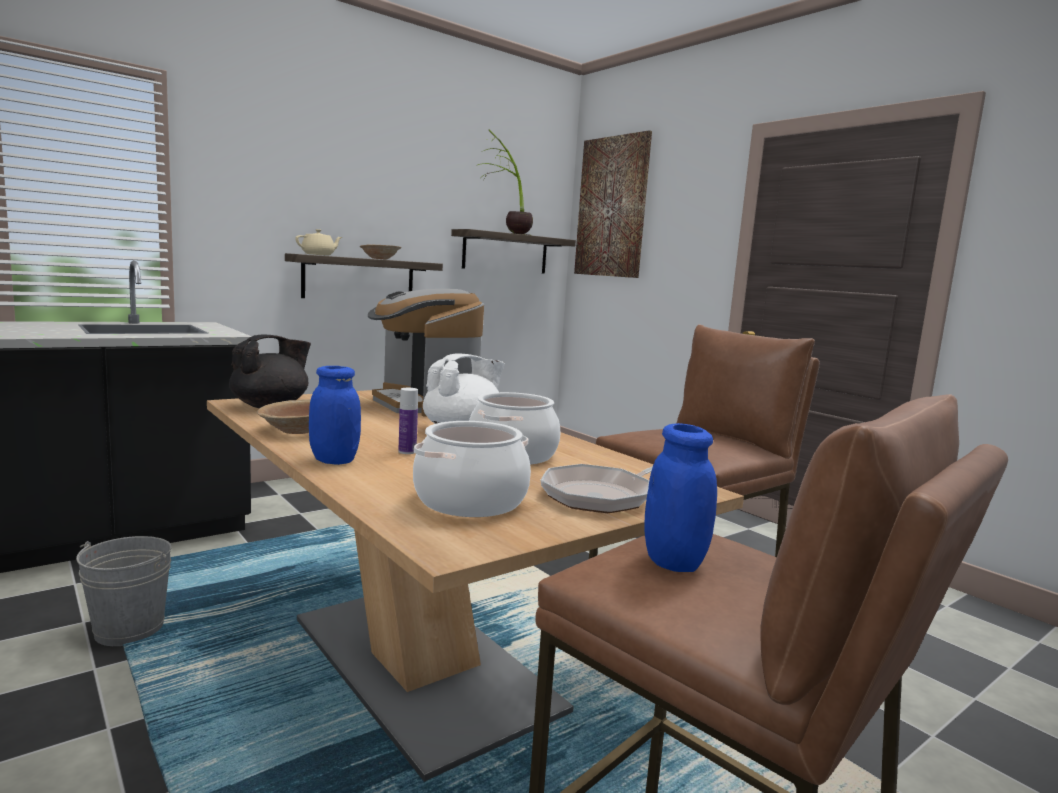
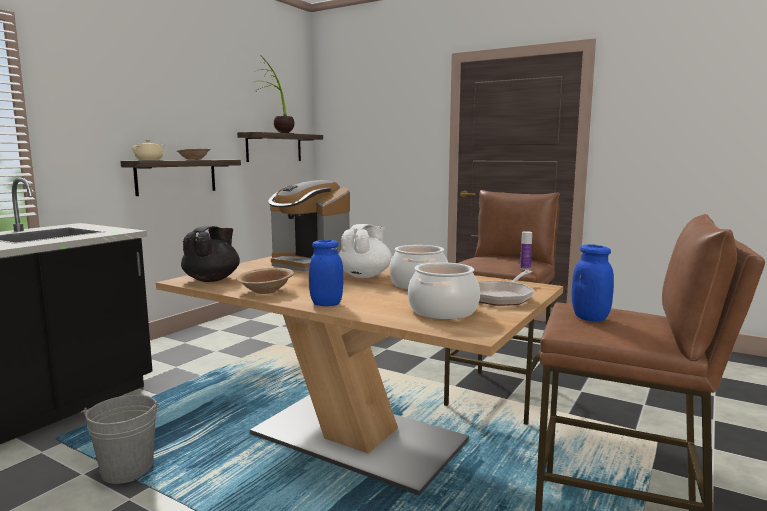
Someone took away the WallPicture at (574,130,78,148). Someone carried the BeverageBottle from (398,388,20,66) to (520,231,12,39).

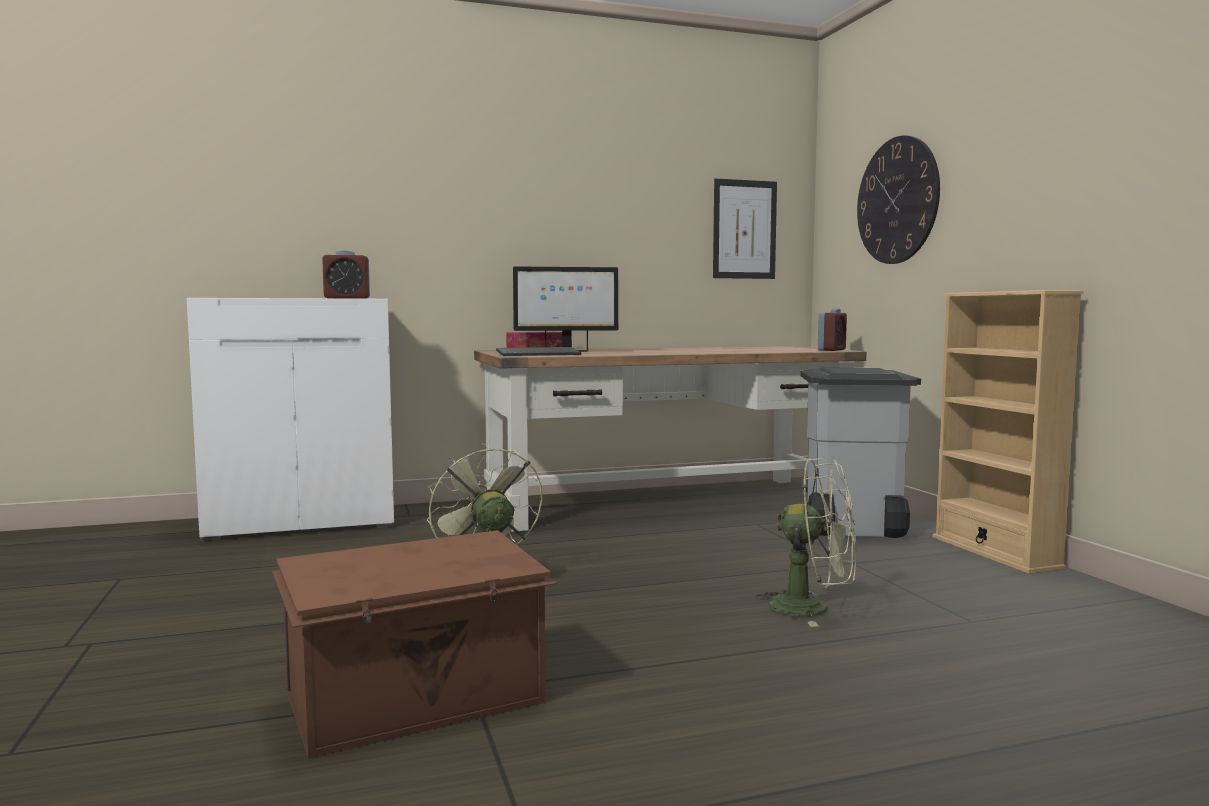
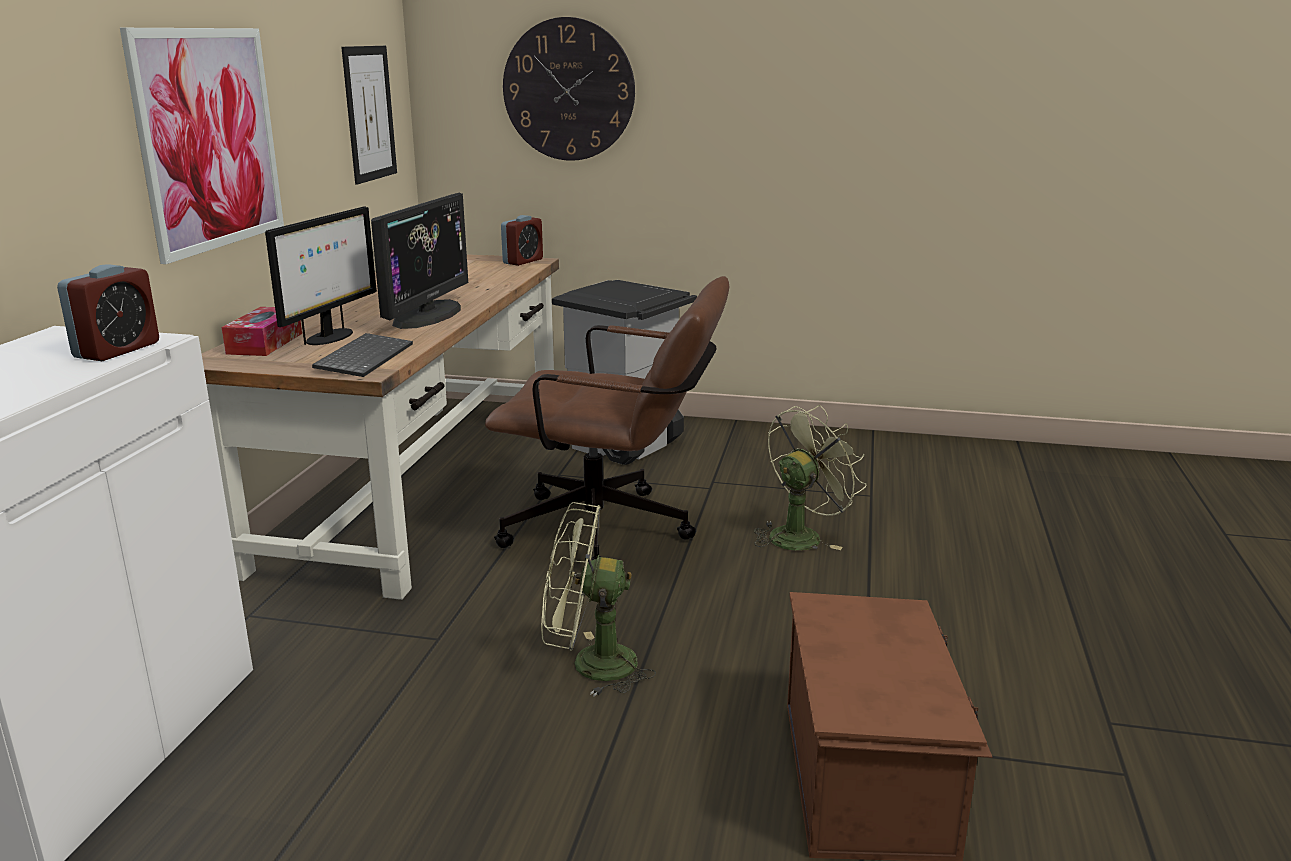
Someone took away the SandColouredBookshelf at (933,290,150,284). Someone put up the WallPicture at (120,28,164,236). Someone put down the ComputerScreen at (371,193,97,136). Someone put down the BrownishDeskChair at (485,276,244,284). Someone rotated the AlarmClock at (818,309,29,42) by 60 degrees clockwise.

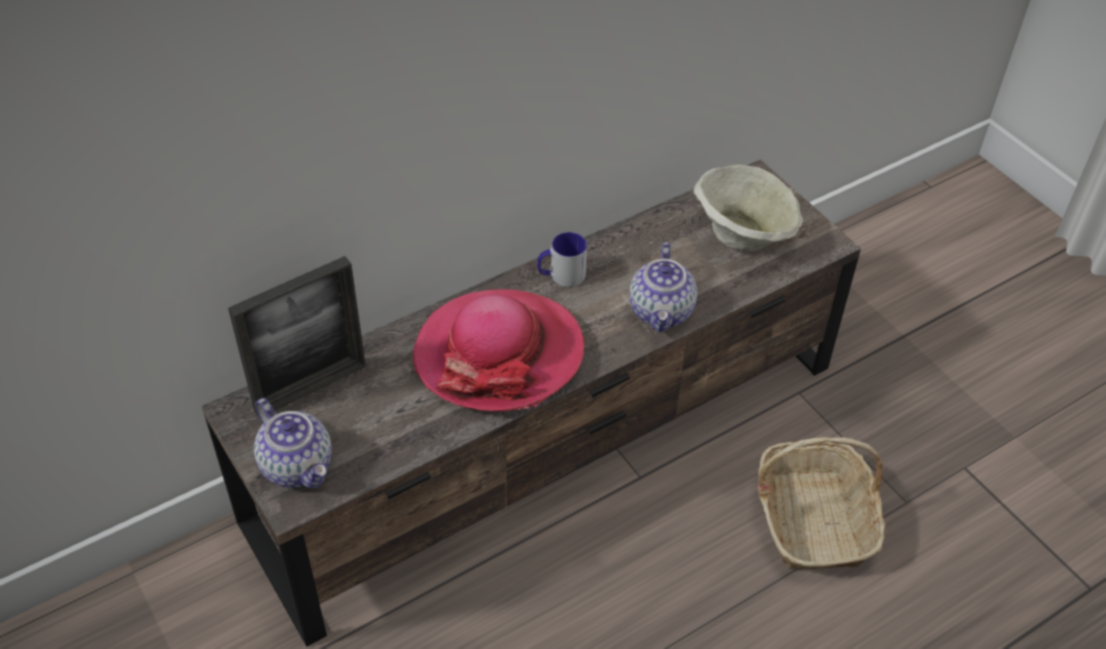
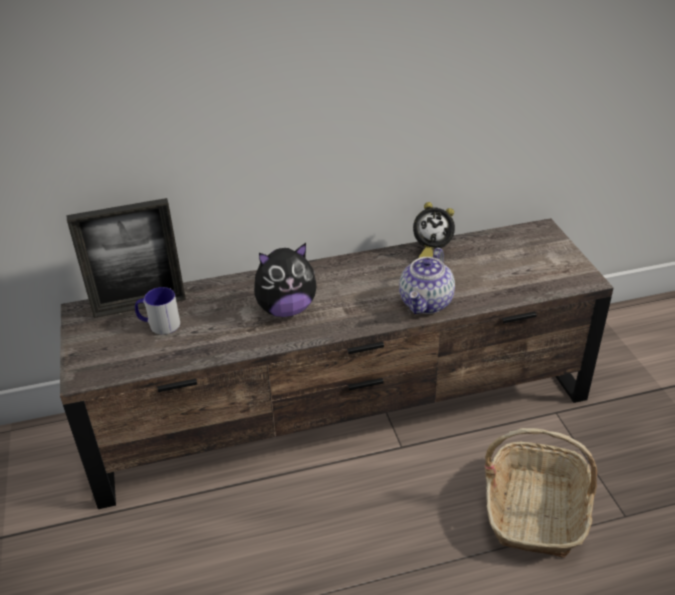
Someone took away the Teapot at (254,398,78,90). Someone took away the SandColouredBowl at (693,165,110,86). Someone put down the AlarmClock at (413,202,42,56). Someone carried the CoffeeMug from (537,232,50,55) to (135,287,45,48). Someone swapped the Hat at (413,289,172,123) for the CuddlyToy at (254,243,63,74).

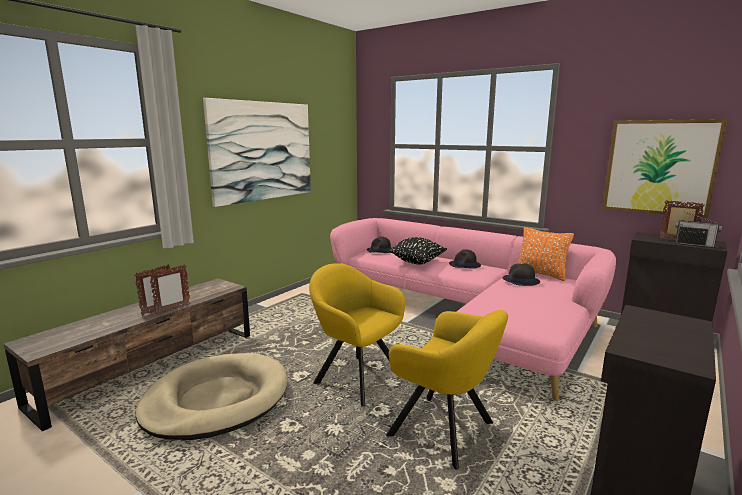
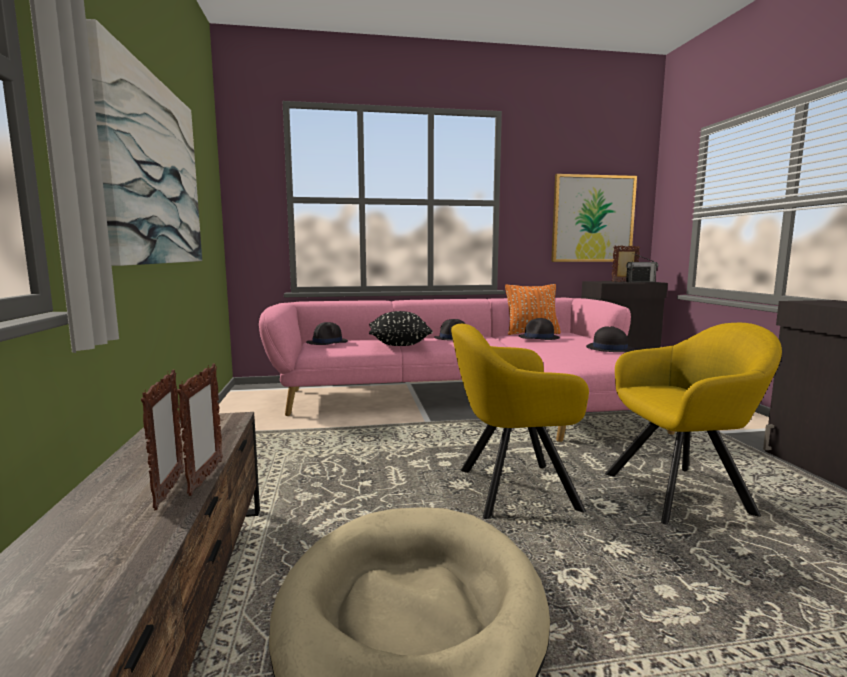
Someone put down the BlackHat at (586,326,49,26).

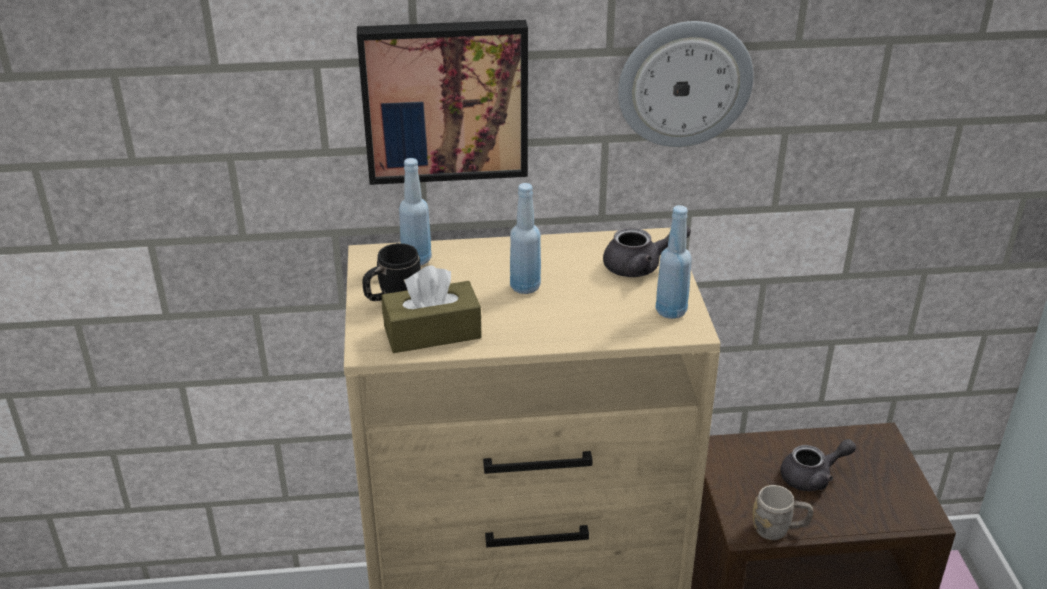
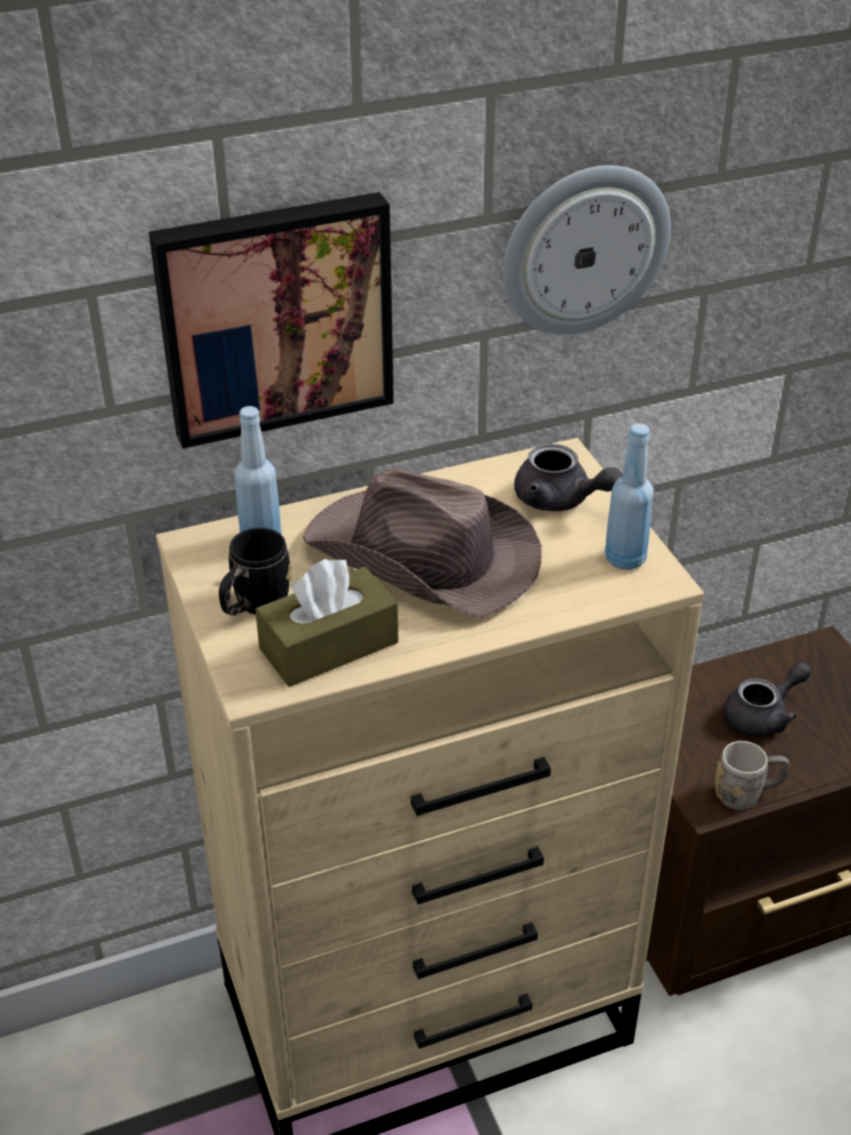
Someone swapped the BluishBeverageBottle at (510,183,31,111) for the BrownishHat at (303,468,239,150). Someone rotated the GrayTeapot at (603,226,88,51) by 60 degrees clockwise.

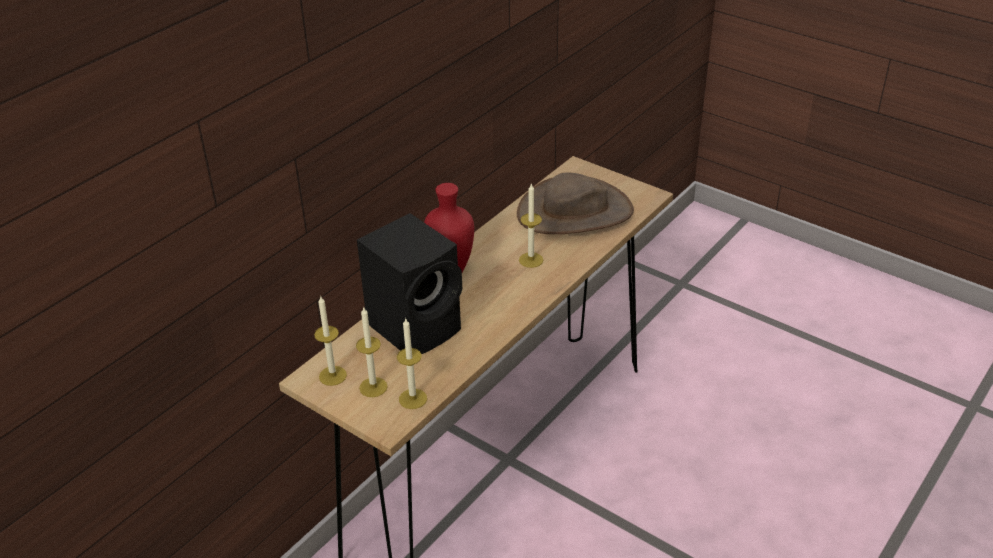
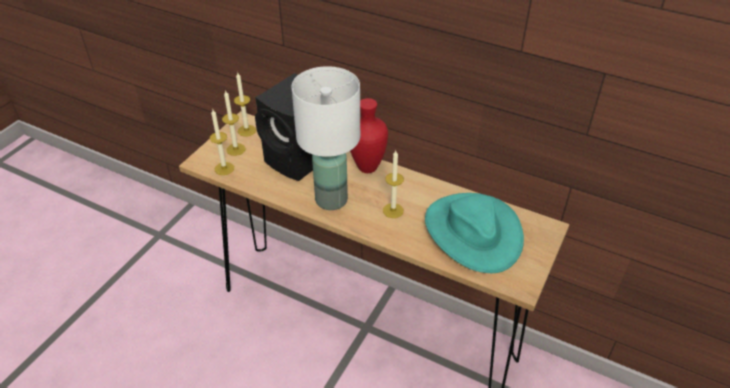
Someone put down the WhitishTabletopLamp at (291,66,69,144). Someone repainted the BrownishHat at (517,173,117,61), which became the BlueGreenHat at (425,193,99,80).

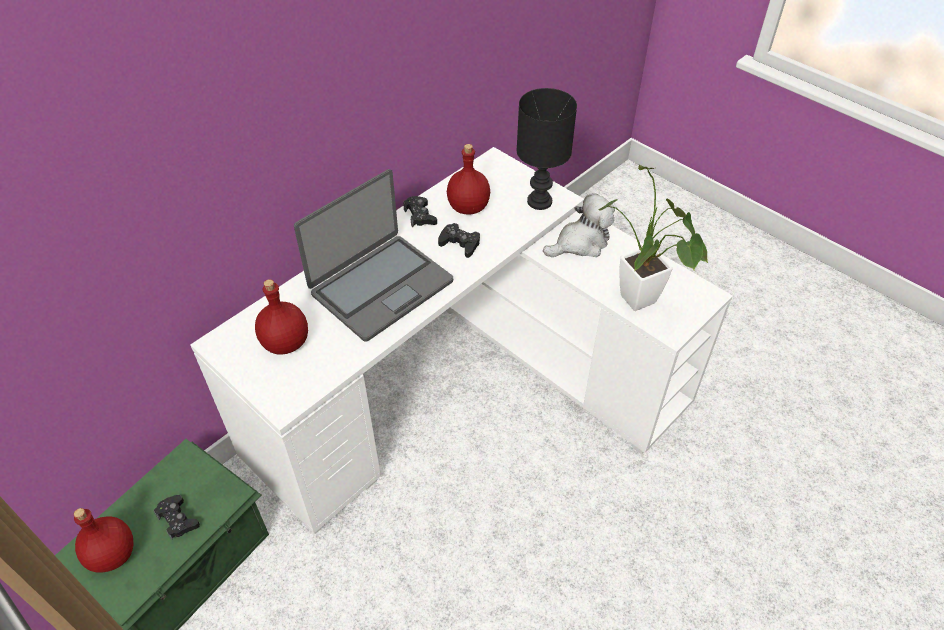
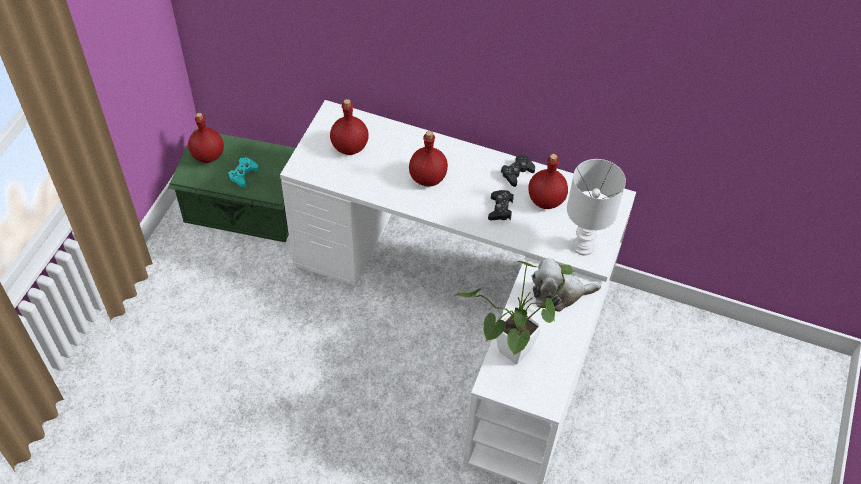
Someone swapped the NotebookComputer at (294,169,159,173) for the RedBeverageBottle at (409,131,39,56). Someone repainted the BlackGameController at (154,495,46,45), which became the BlueGreenGameController at (228,158,31,29). Someone repainted the BlackTabletopLamp at (516,88,61,122), which became the WhitishTabletopLamp at (567,159,59,97). Someone rotated the CuddlyToy at (543,193,72,64) by 135 degrees clockwise.

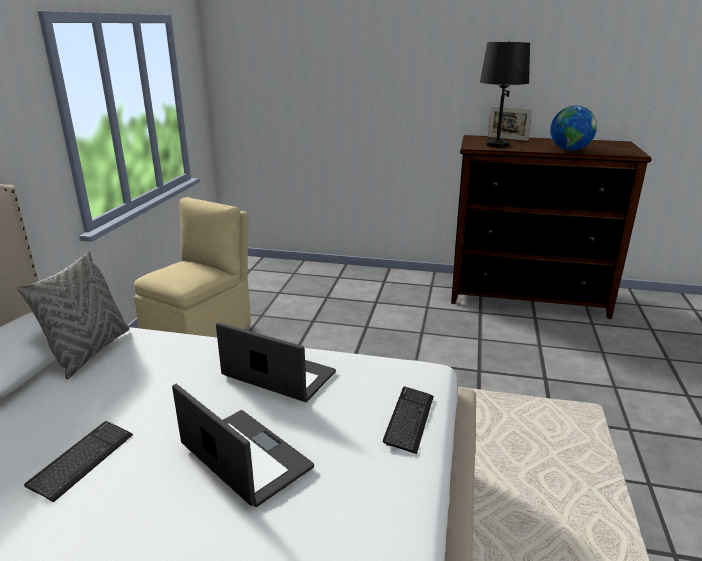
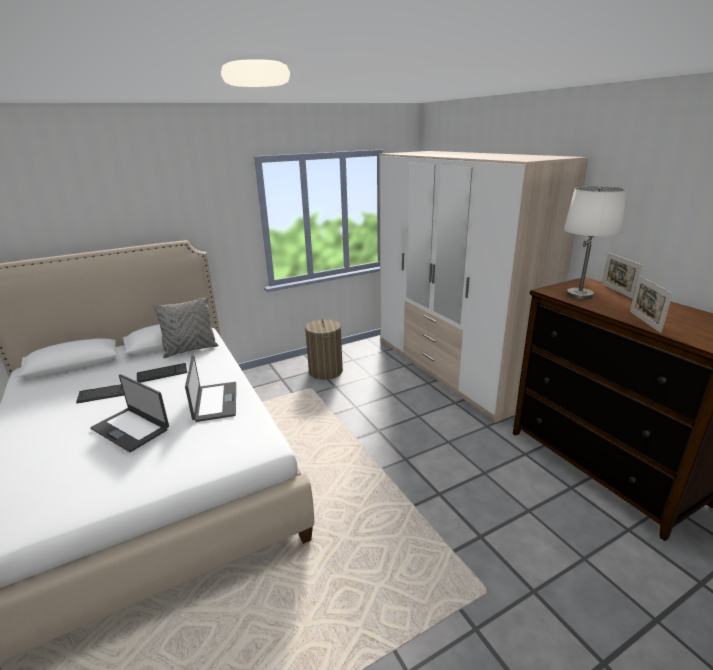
Someone put down the ClothesCupboard at (379,151,210,272). Someone carried the Keyboard from (383,387,51,67) to (137,363,50,20). Someone swapped the SandColouredPlainChair at (134,197,117,140) for the Hamper at (305,318,38,62). Someone swapped the WorldGlobe at (550,106,47,45) for the StandingFrame at (630,275,43,58). Someone repainted the BlackTabletopLamp at (480,41,50,107), which became the WhitishTabletopLamp at (563,186,64,113). Someone rotated the NotebookComputer at (172,384,142,123) by 120 degrees clockwise.

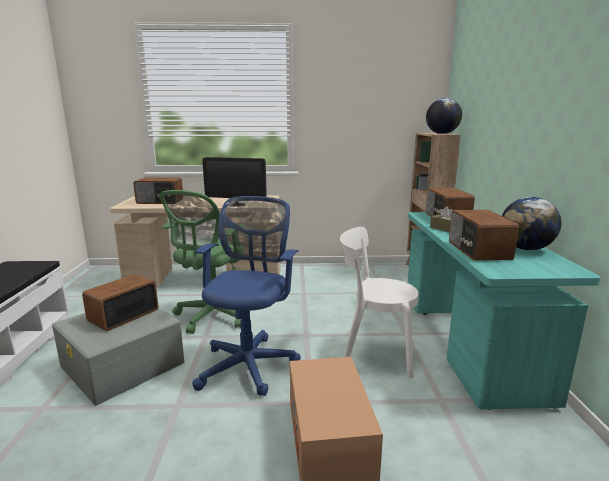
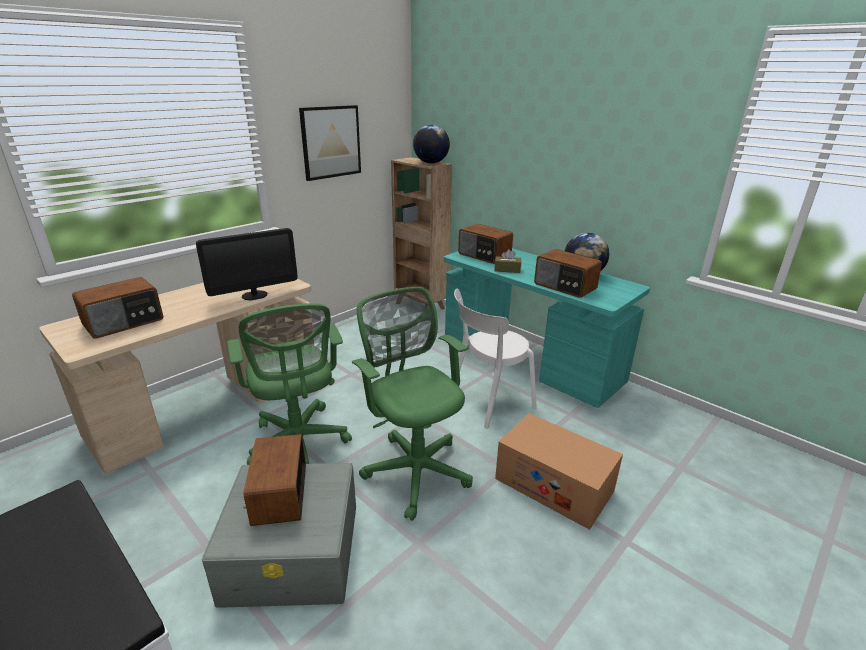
Someone put up the WallPicture at (299,105,62,76). Someone repainted the BluishDeskChair at (192,196,109,200), which became the GreenColouredDeskChair at (352,287,121,234).

